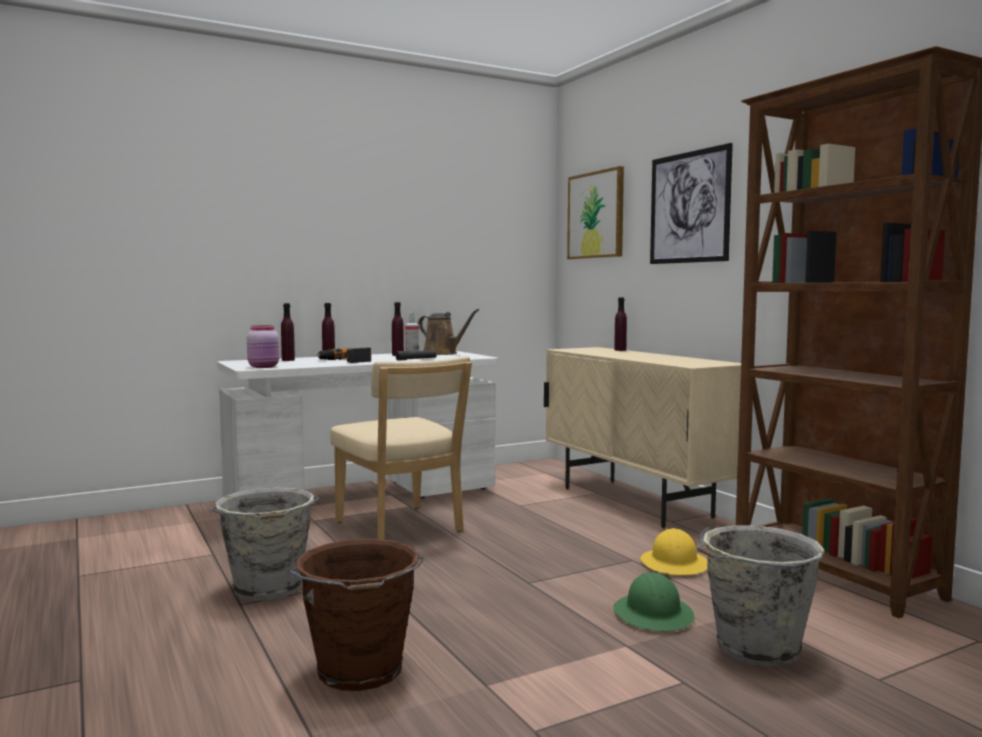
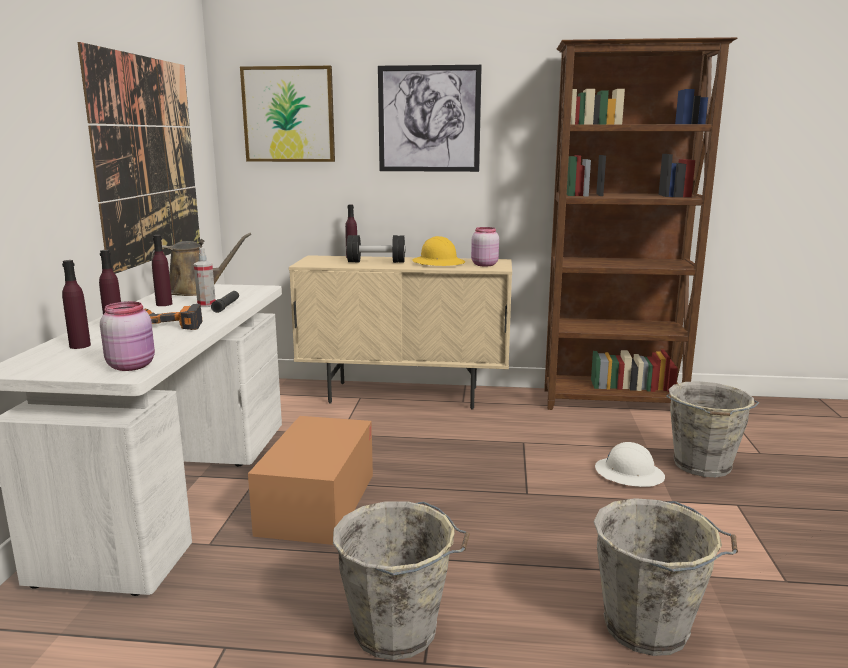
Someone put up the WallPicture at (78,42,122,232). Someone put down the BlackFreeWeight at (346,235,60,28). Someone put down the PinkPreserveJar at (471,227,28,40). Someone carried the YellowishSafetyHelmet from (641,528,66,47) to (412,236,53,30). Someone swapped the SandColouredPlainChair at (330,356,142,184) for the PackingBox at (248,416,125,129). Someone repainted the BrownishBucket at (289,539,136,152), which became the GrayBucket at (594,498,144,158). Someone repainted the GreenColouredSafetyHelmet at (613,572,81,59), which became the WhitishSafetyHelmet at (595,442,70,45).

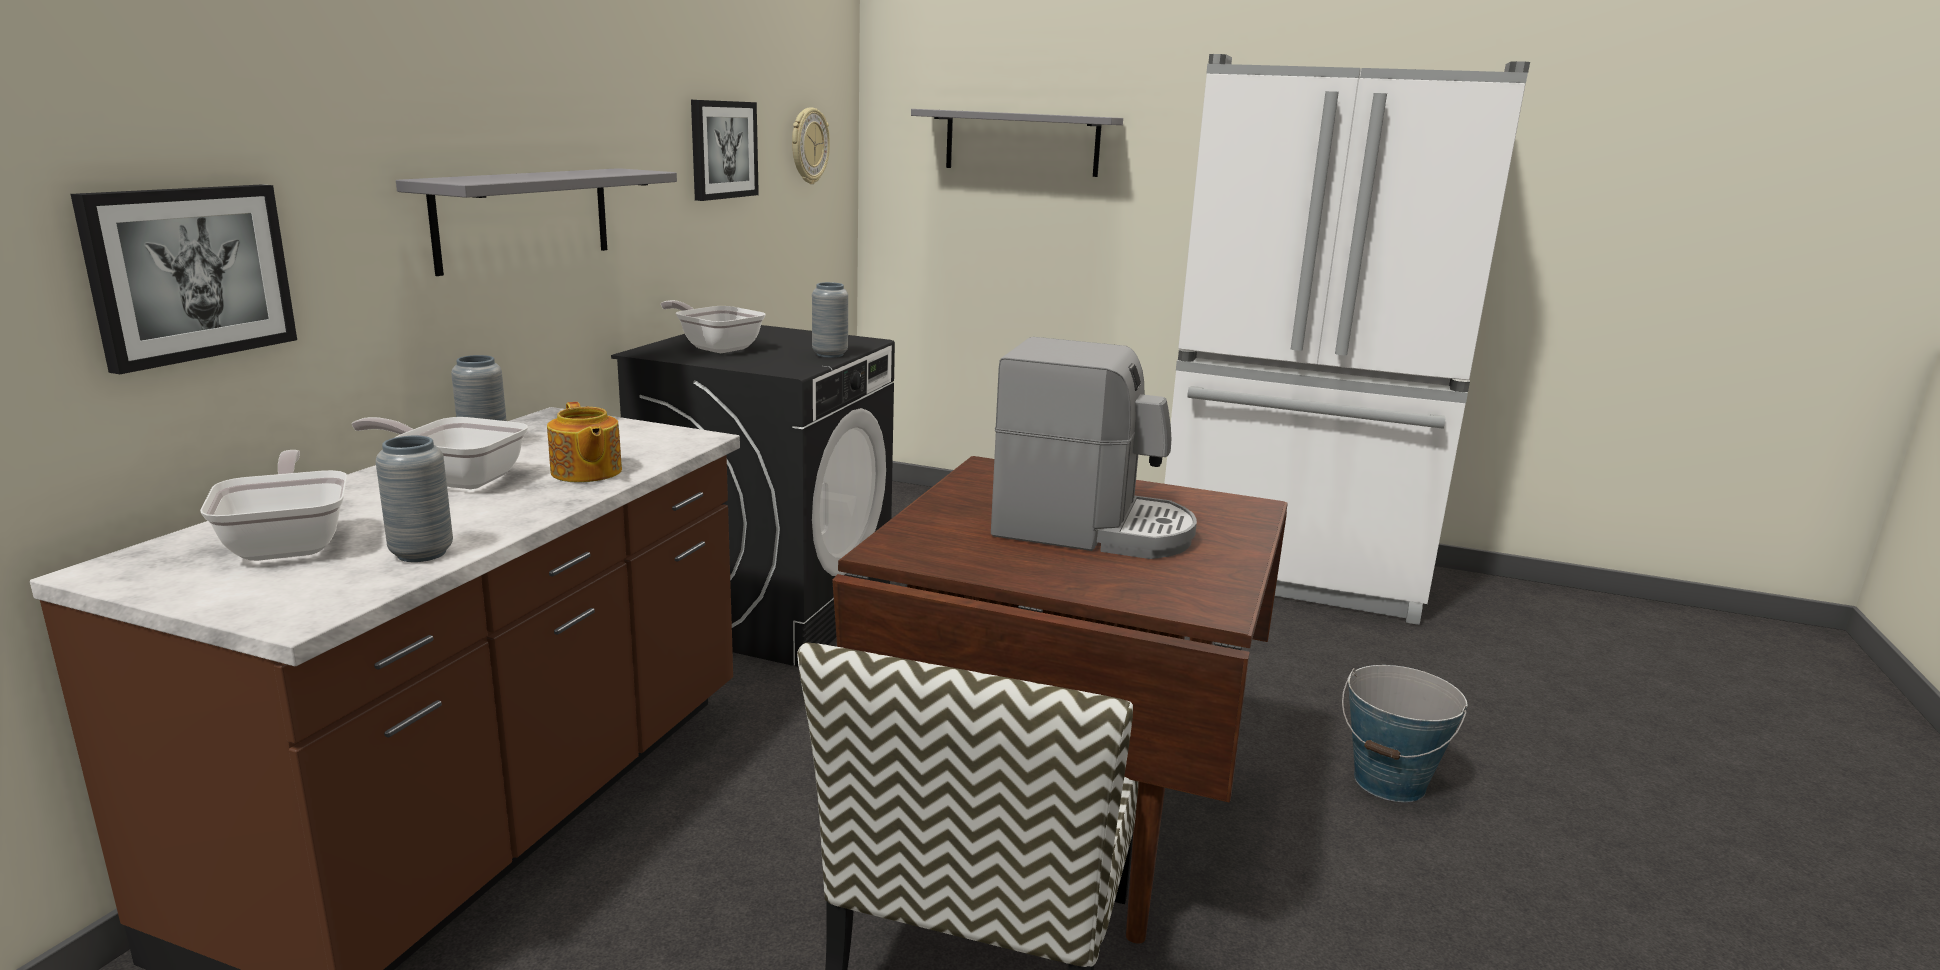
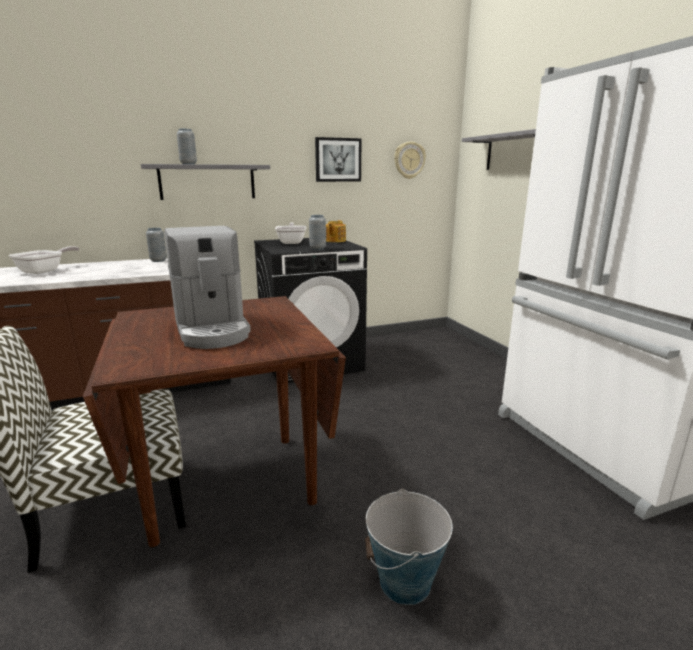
Someone took away the WallPicture at (71,184,226,190). Someone took away the FryingPan at (352,417,176,72). Someone carried the GrayFlowerVase from (376,436,77,126) to (177,129,20,35). Someone carried the Teapot from (547,402,75,80) to (326,220,20,22).

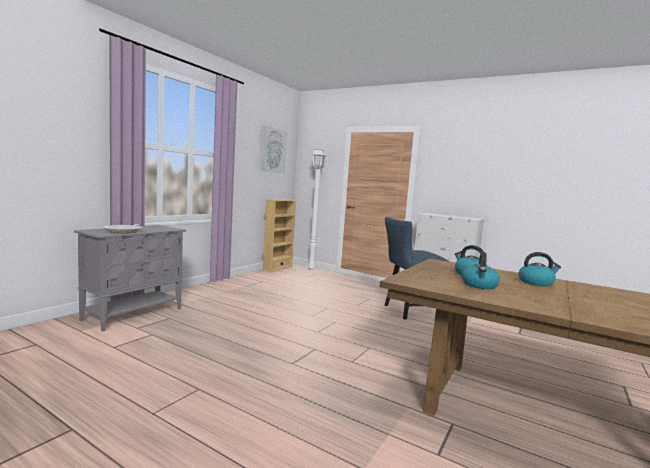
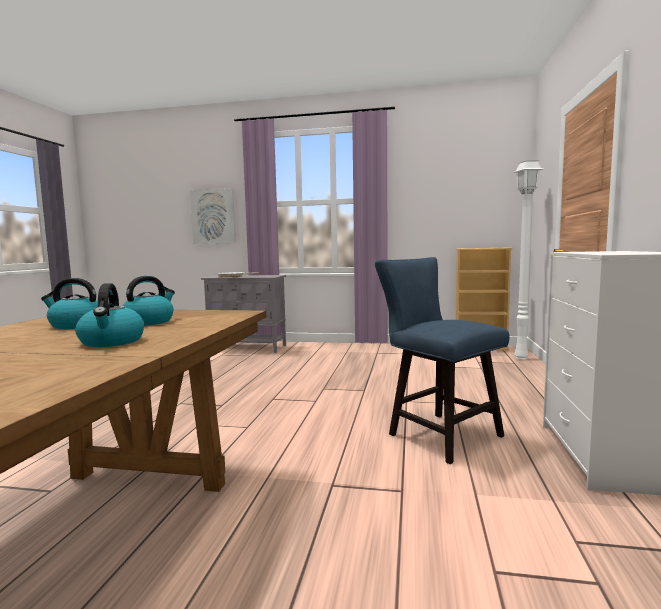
Someone carried the WallPicture from (260,126,27,47) to (190,188,46,56).

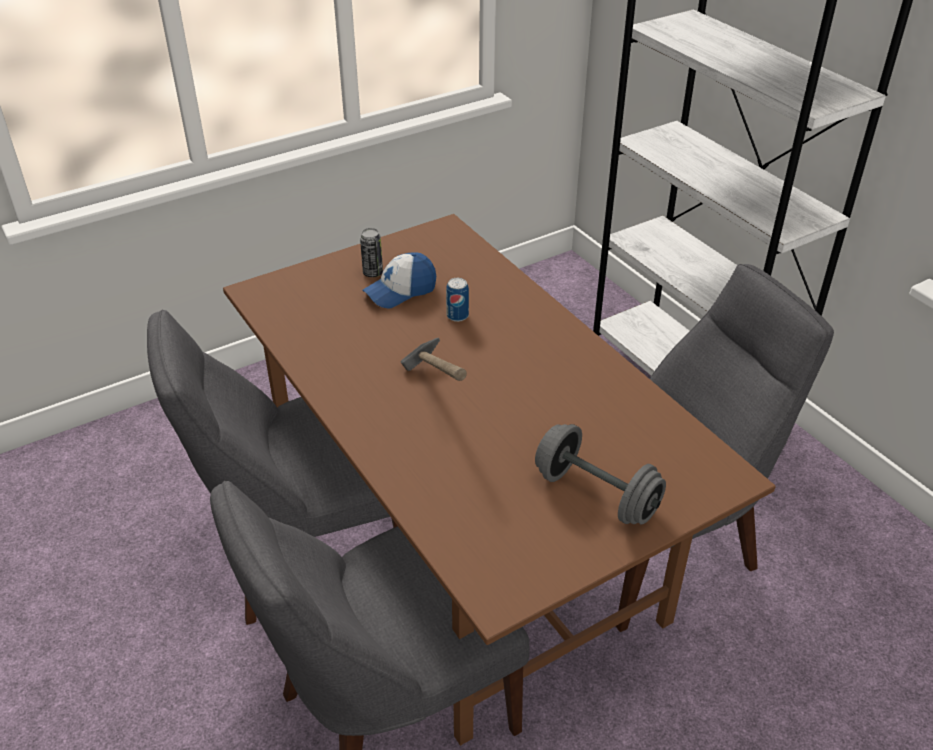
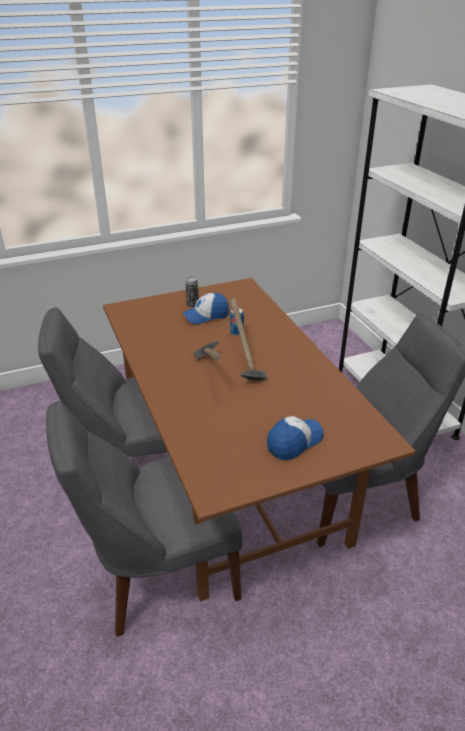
Someone put down the Hammer at (230,298,37,83). Someone swapped the GrayFreeWeight at (535,424,131,101) for the BaseballCap at (267,416,57,44).

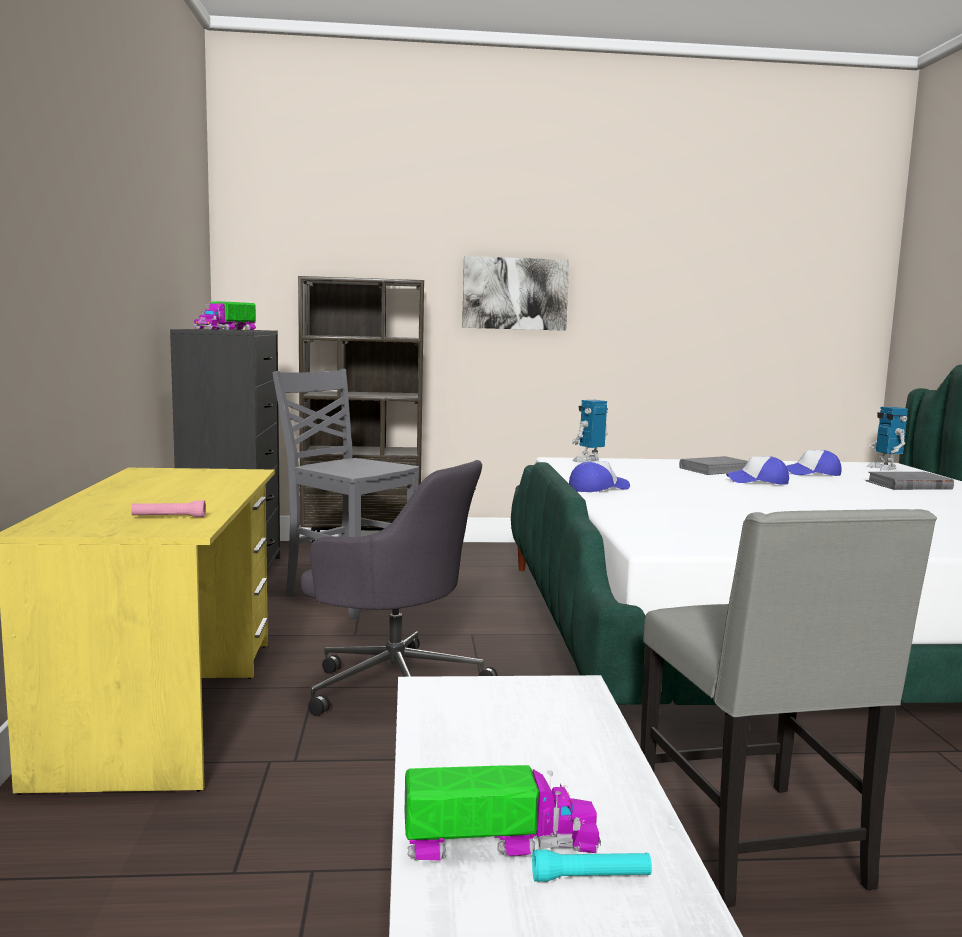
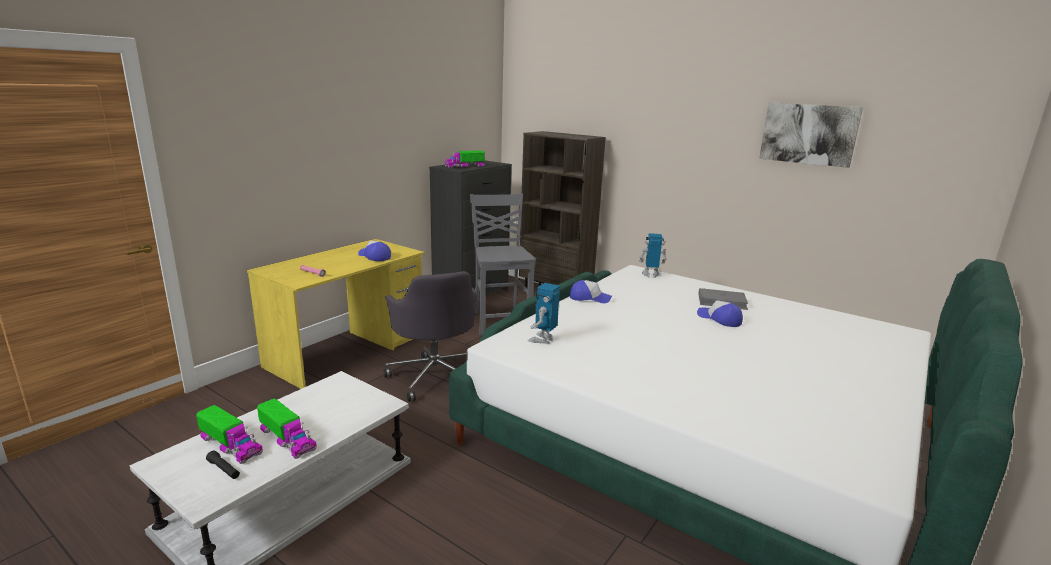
Someone took away the GrayPlainChair at (640,509,297,399). Someone took away the GrayBook at (866,472,88,18). Someone put down the ModelTruck at (257,398,60,61). Someone carried the WallPicture from (462,256,107,75) to (759,103,104,65). Someone carried the BaseballCap from (786,450,56,26) to (358,241,33,20). Someone carried the RobotFigure from (867,407,41,64) to (528,283,32,61). Someone repainted the BlueGreenTorch at (532,849,120,33), which became the BlackTorch at (206,451,34,28).

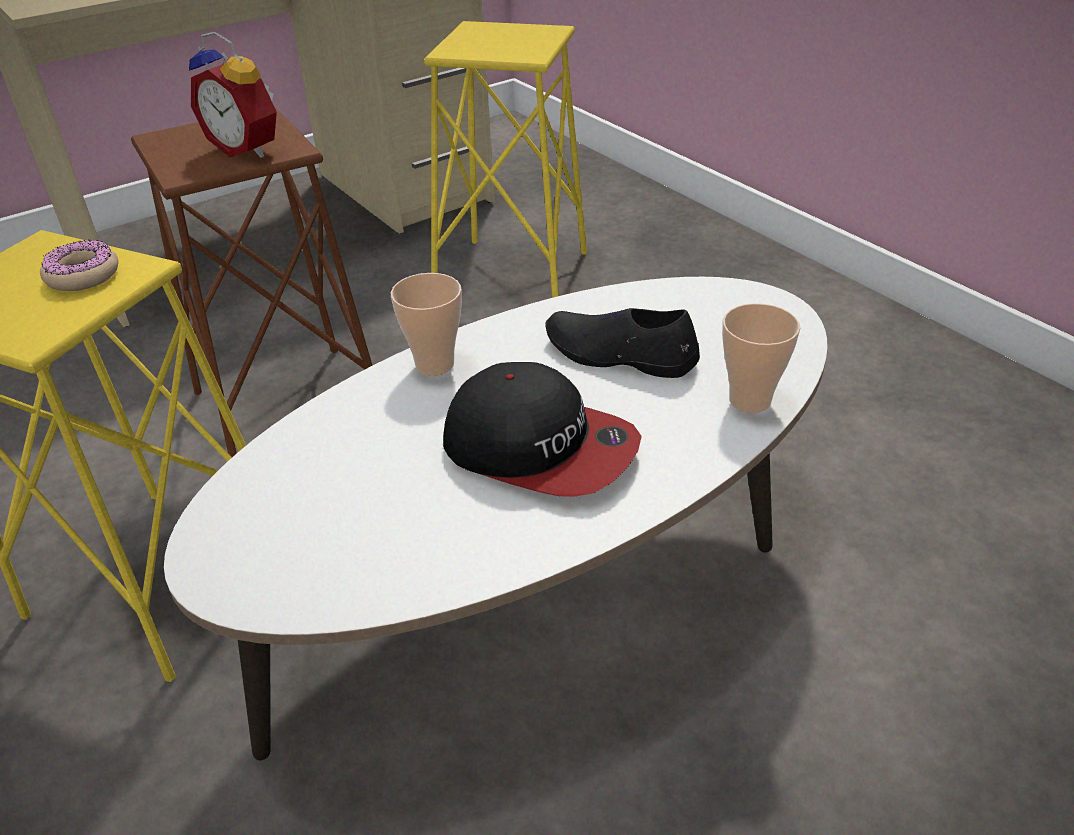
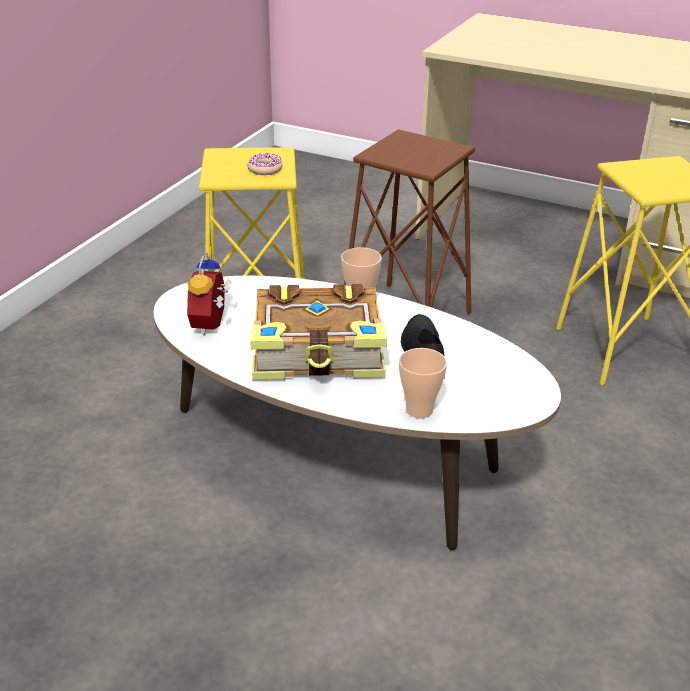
Someone carried the AlarmClock from (189,31,88,127) to (187,252,44,84). Someone swapped the BaseballCap at (443,362,199,135) for the Book at (250,284,137,96).

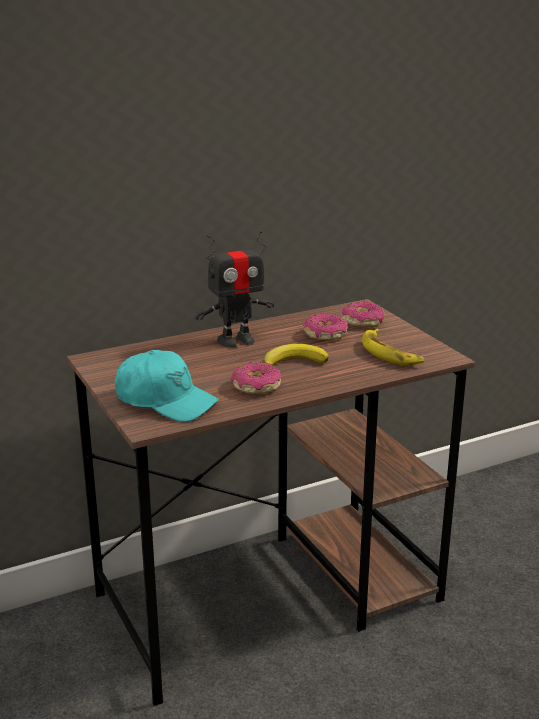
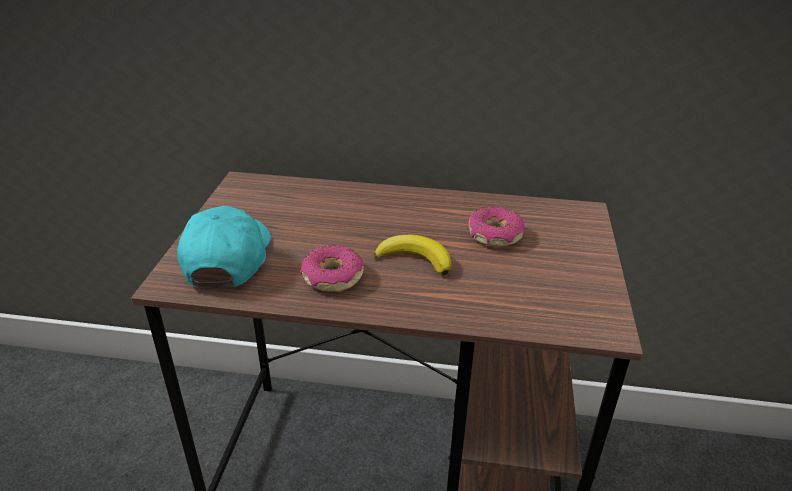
Someone took away the RobotFigure at (195,231,79,117). Someone took away the RingDoughnut at (342,301,42,26). Someone took away the BananaFruit at (362,328,62,38). Someone rotated the BlueGreenBaseballCap at (115,350,104,72) by 150 degrees counterclockwise.

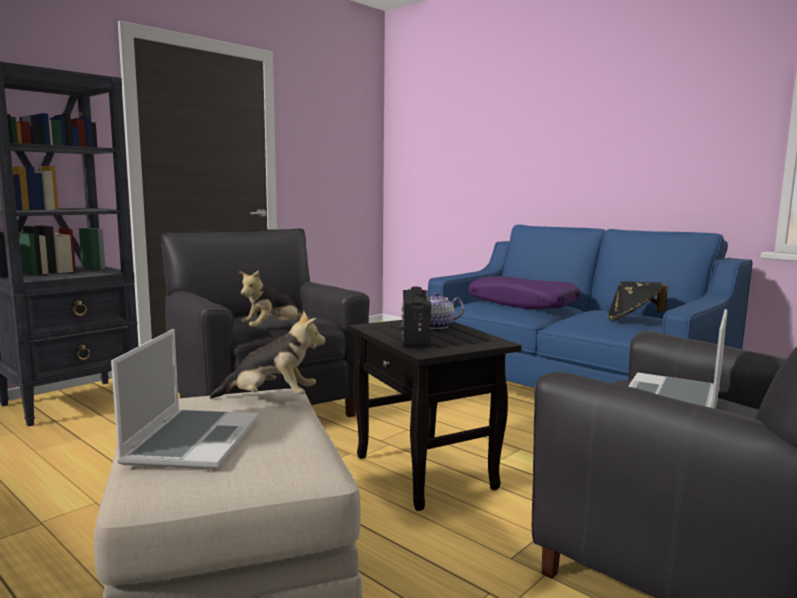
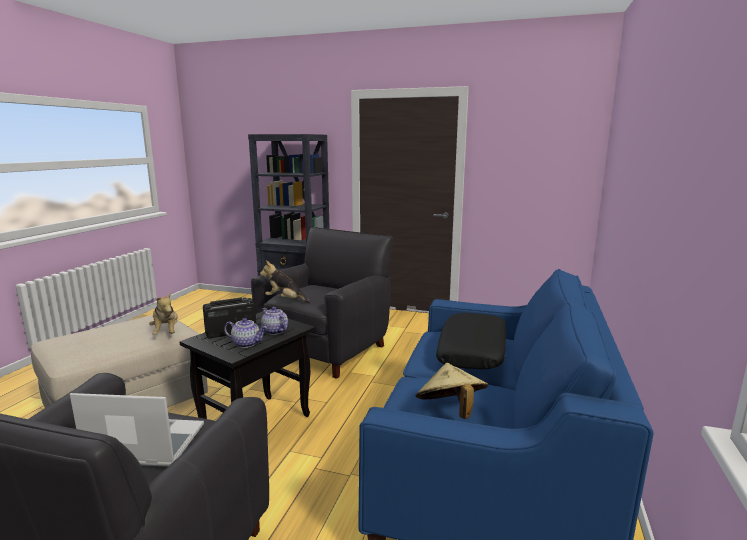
Someone took away the NotebookComputer at (111,329,148,141). Someone put down the Teapot at (224,318,43,30). Someone repainted the PurpleColouredPillow at (468,276,113,33), which became the BlackPillow at (436,313,70,57). Someone repainted the BlackHat at (607,281,61,39), which became the SandColouredHat at (416,363,72,56).

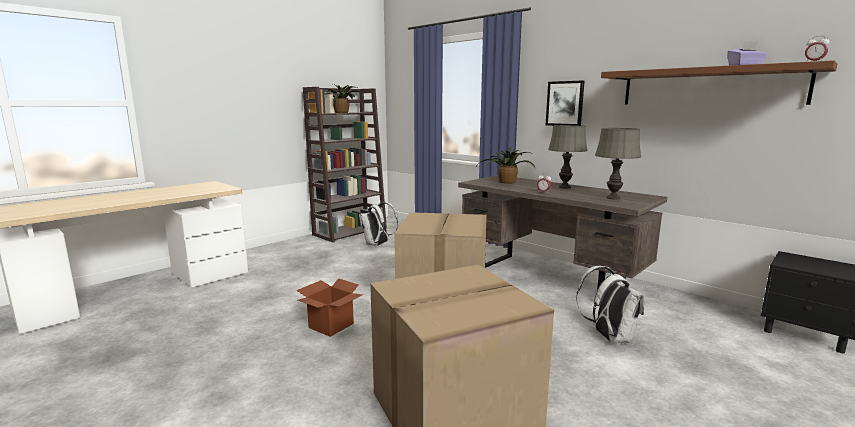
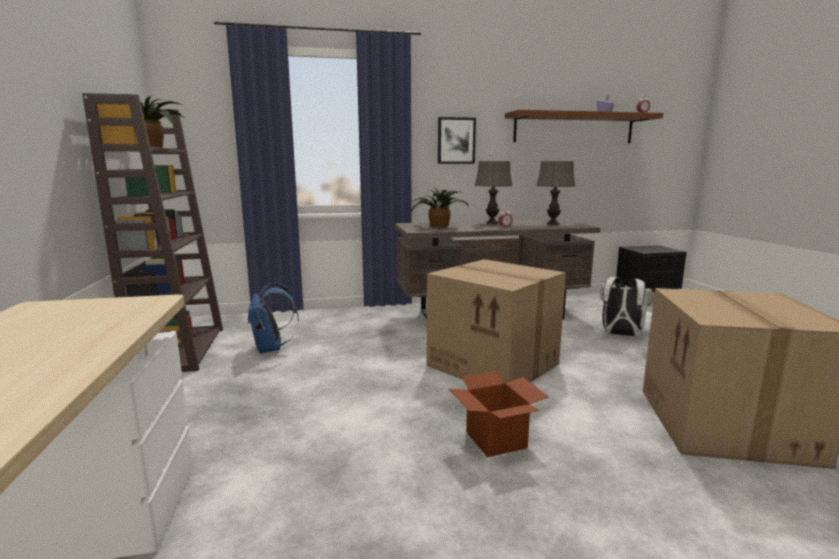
Someone repainted the WhitishKnapsack at (359,202,39,44), which became the BluishKnapsack at (247,282,52,71).

